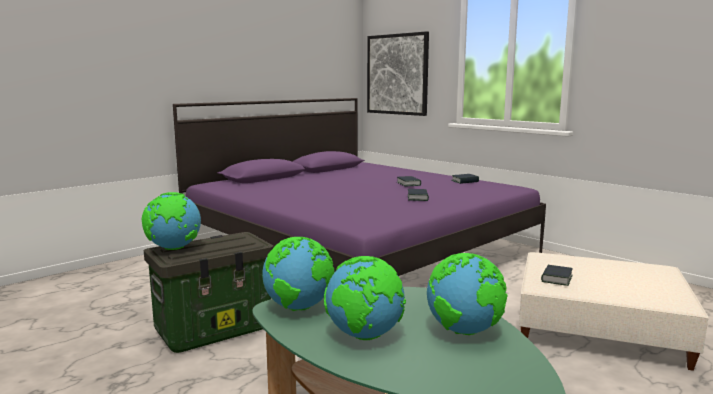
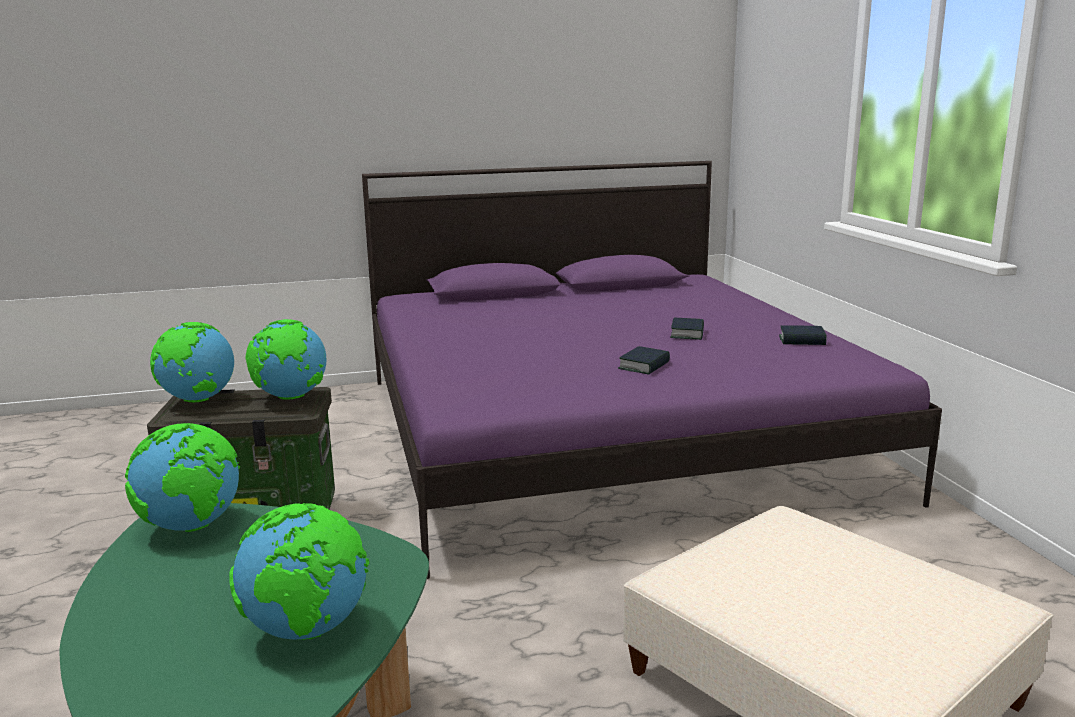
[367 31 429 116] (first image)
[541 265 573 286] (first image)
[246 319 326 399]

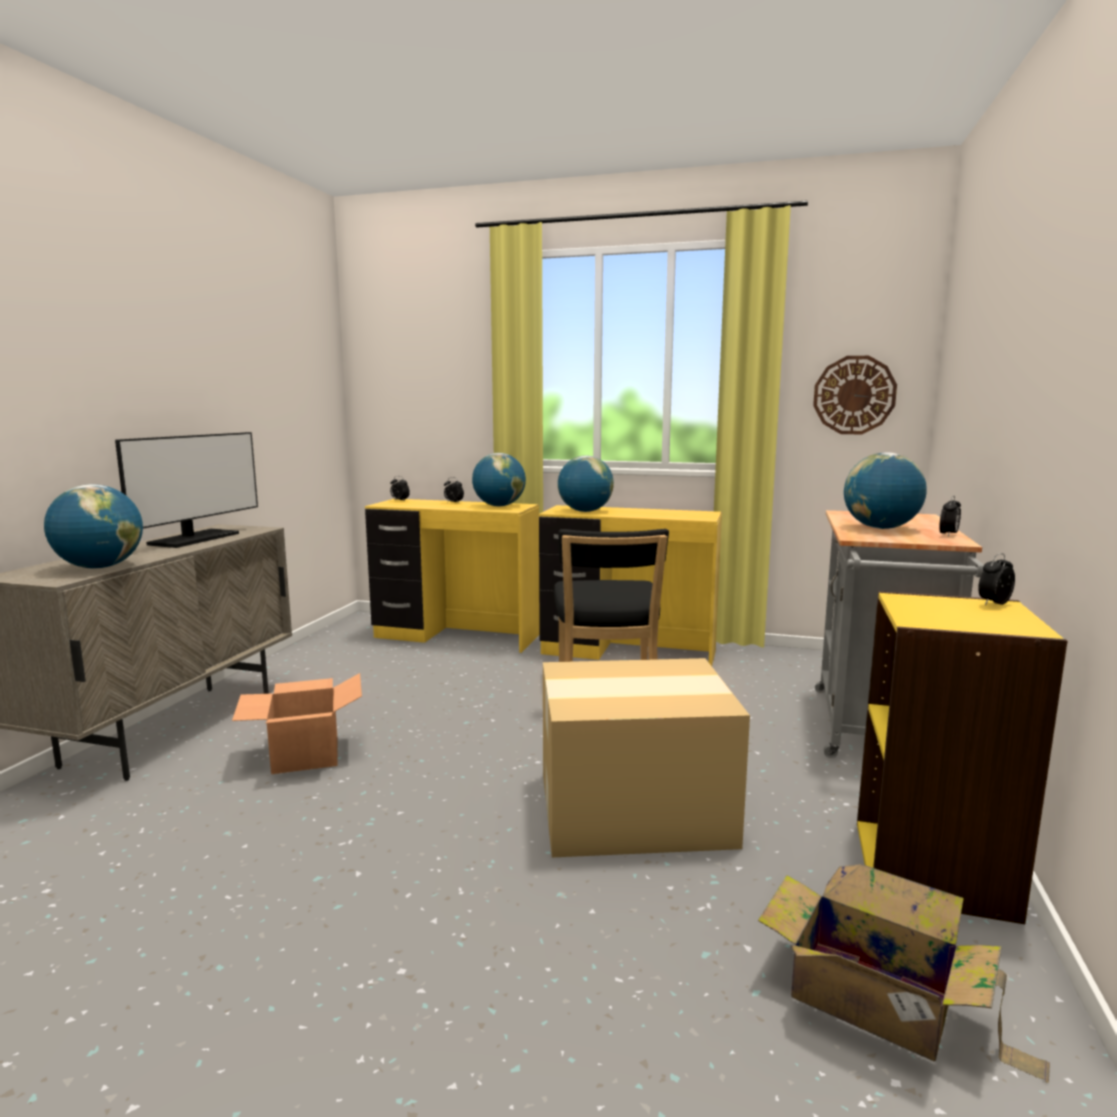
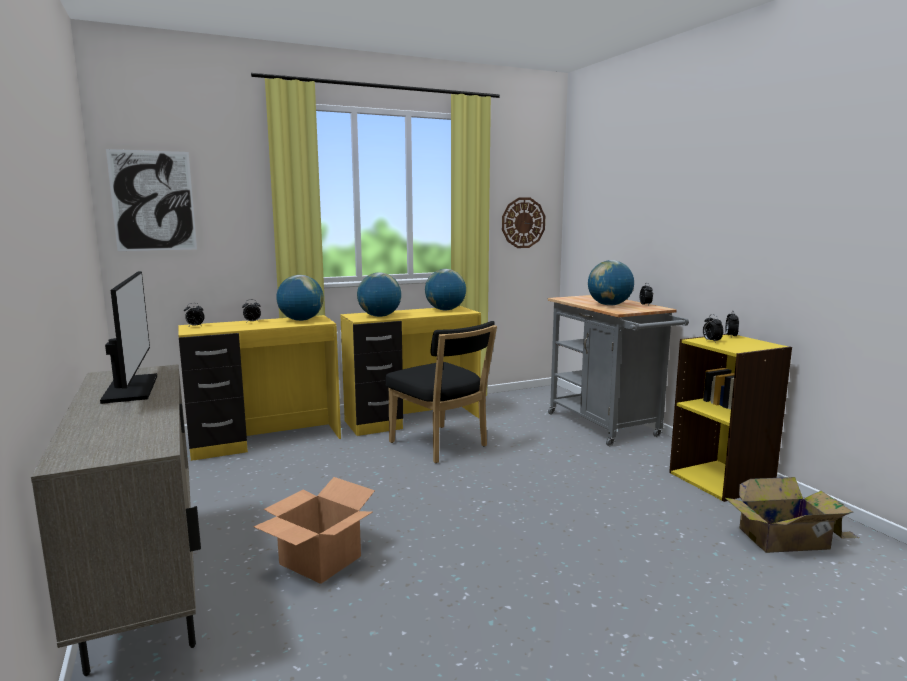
[543 658 750 857] (first image)
[106 149 197 251]
[703 314 723 343]
[425 269 466 310]

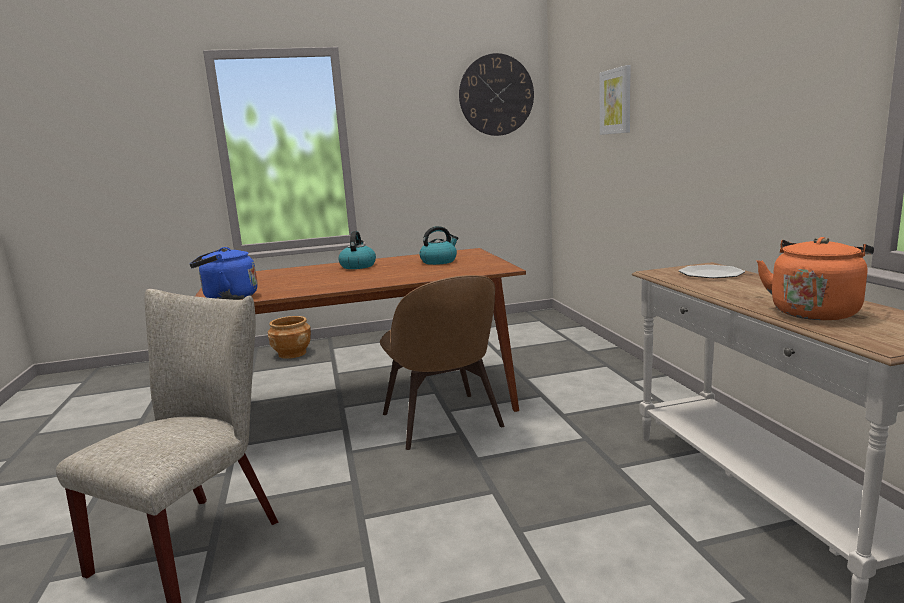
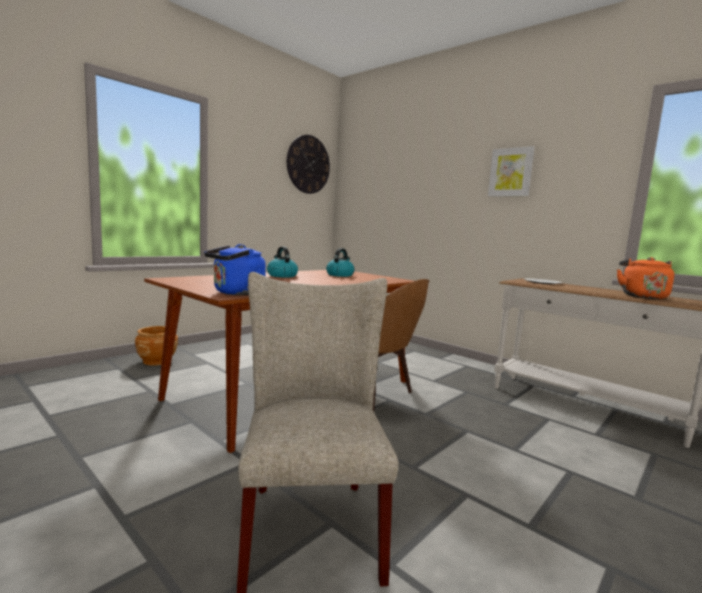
[488 146 535 197]

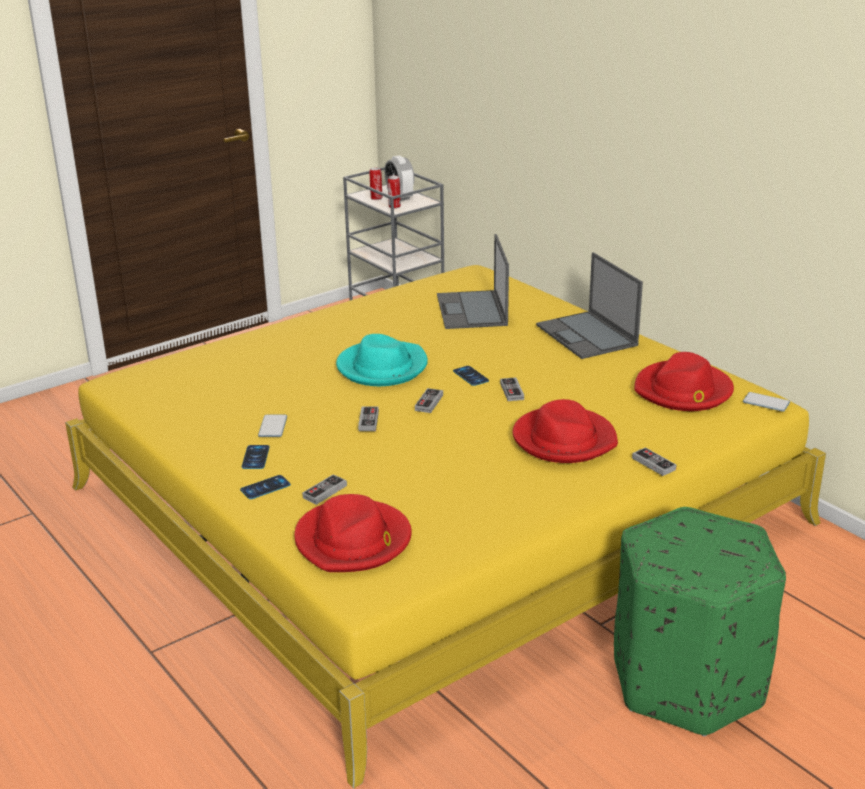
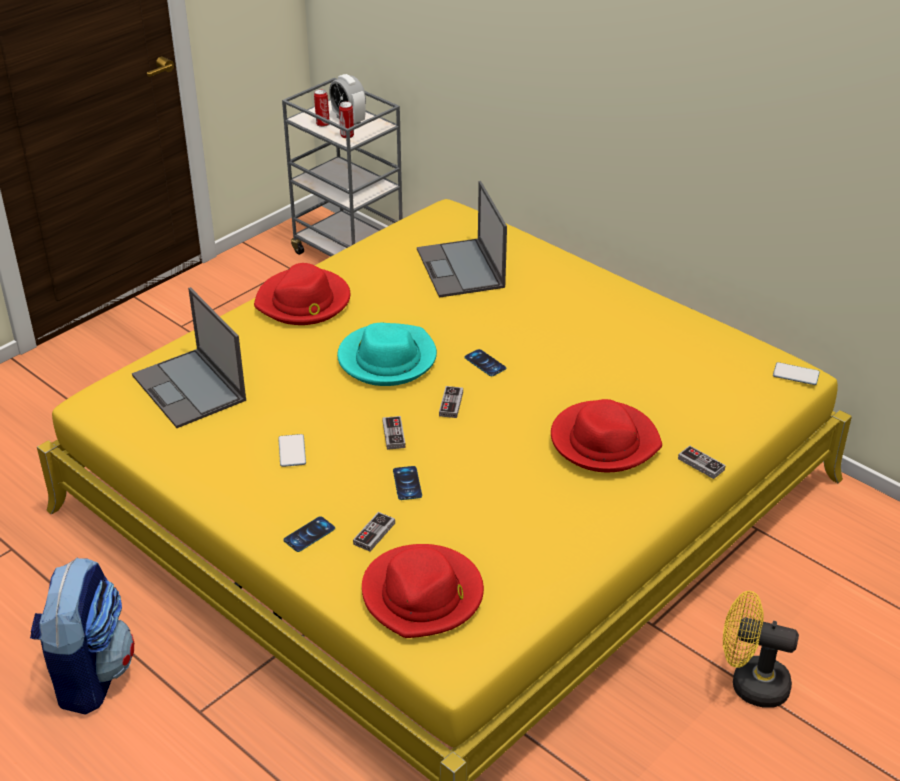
[500 377 524 401] (first image)
[30 557 135 715]
[393 466 422 500]
[132 287 246 428]
[254 263 350 325]
[723 591 799 708]

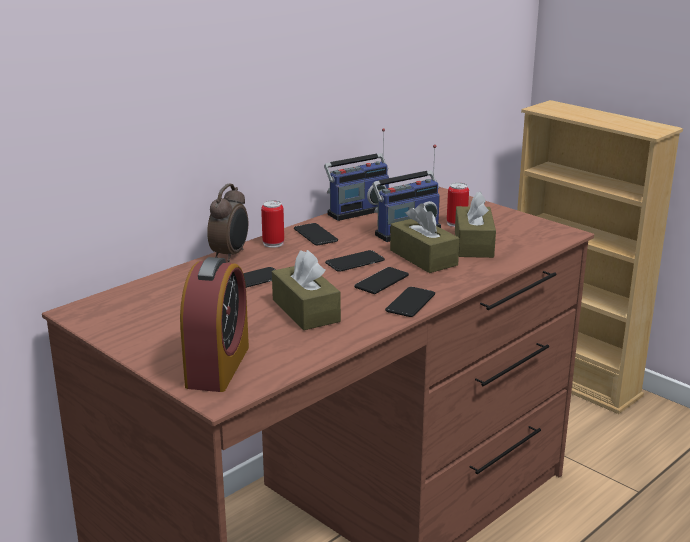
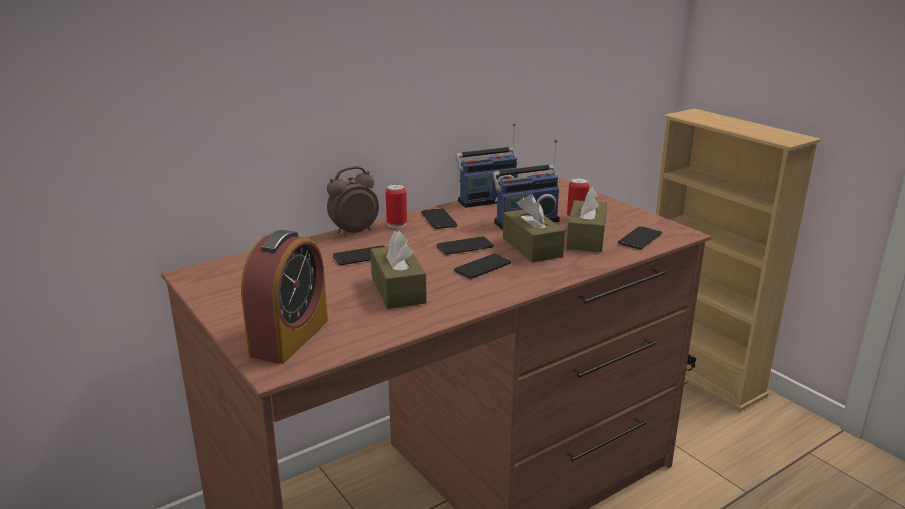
[618 226 662 249]
[327 166 379 236]

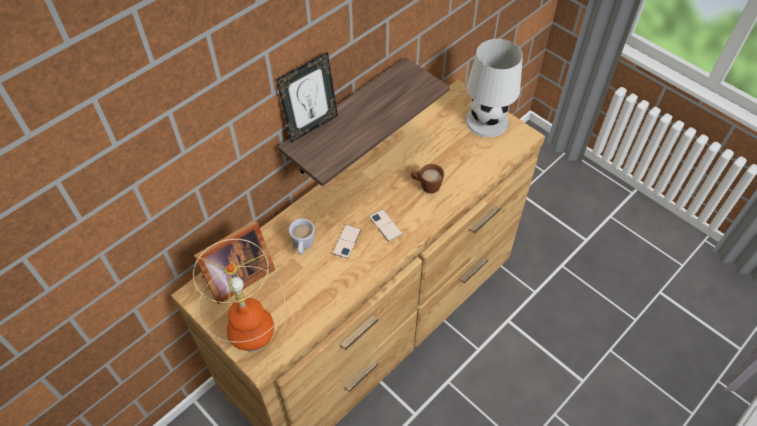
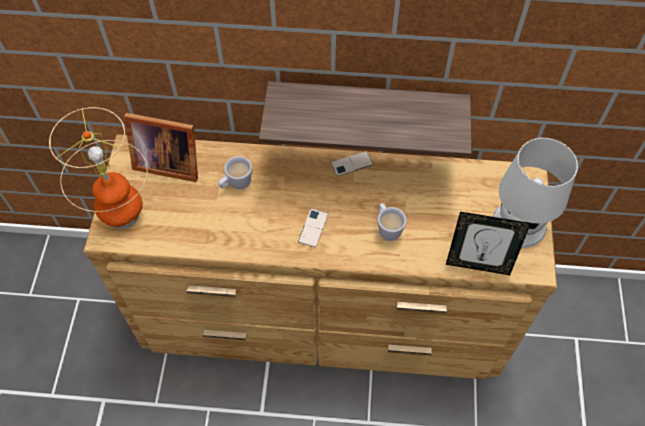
[446 212 531 275]
[331 151 374 177]
[378 203 407 241]

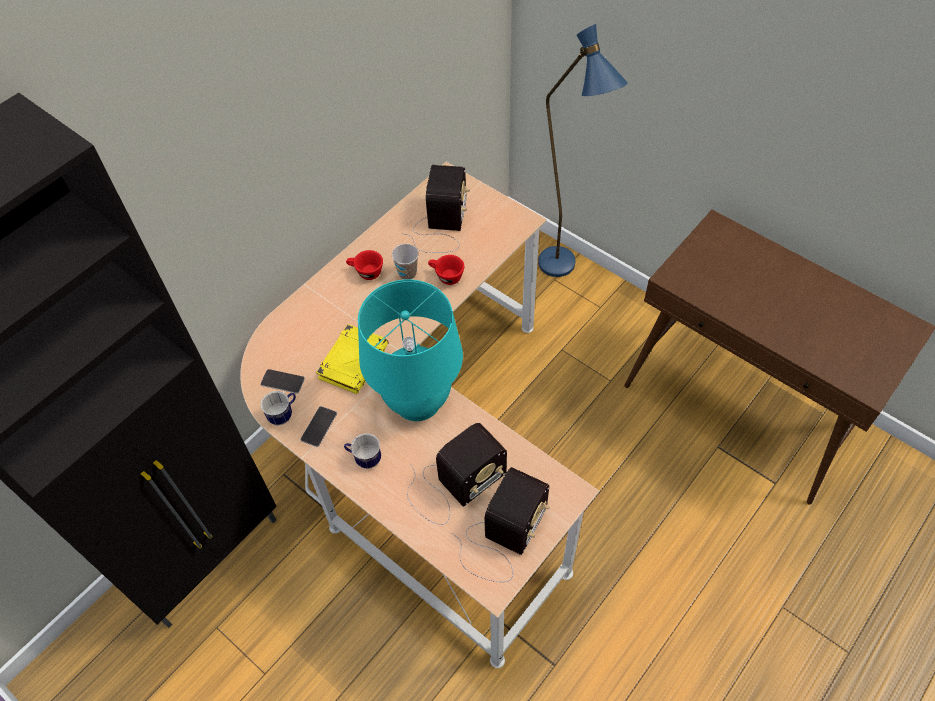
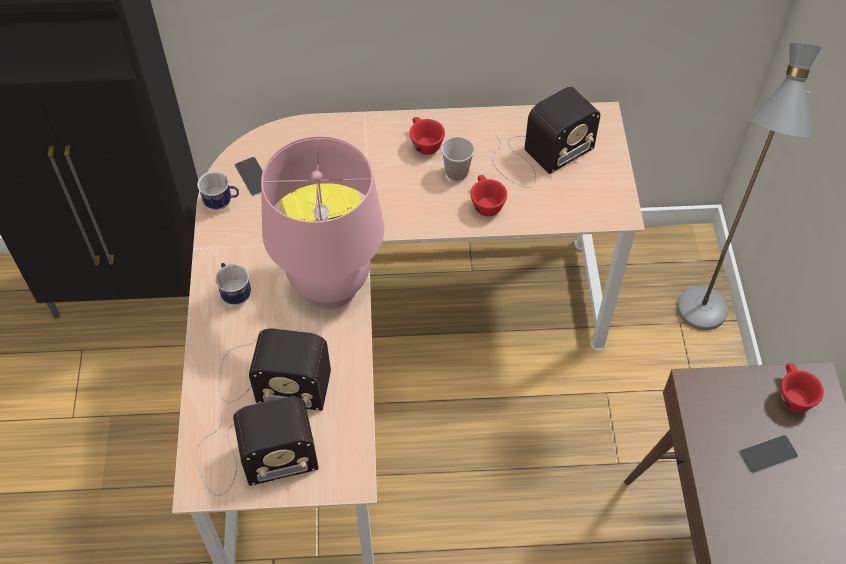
[781 363 824 412]
[739 435 798 474]
[261 136 384 309]
[677 43 821 330]

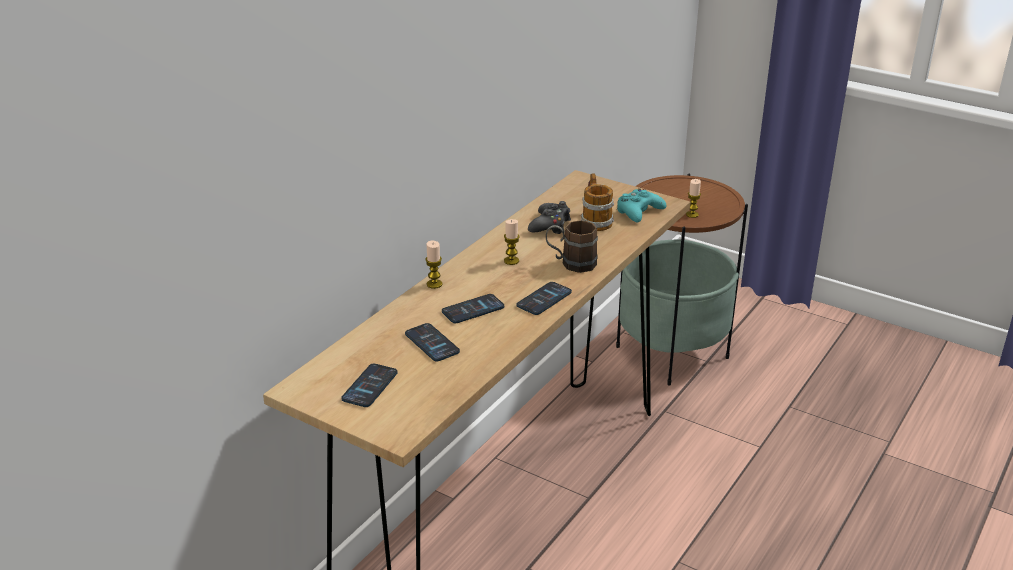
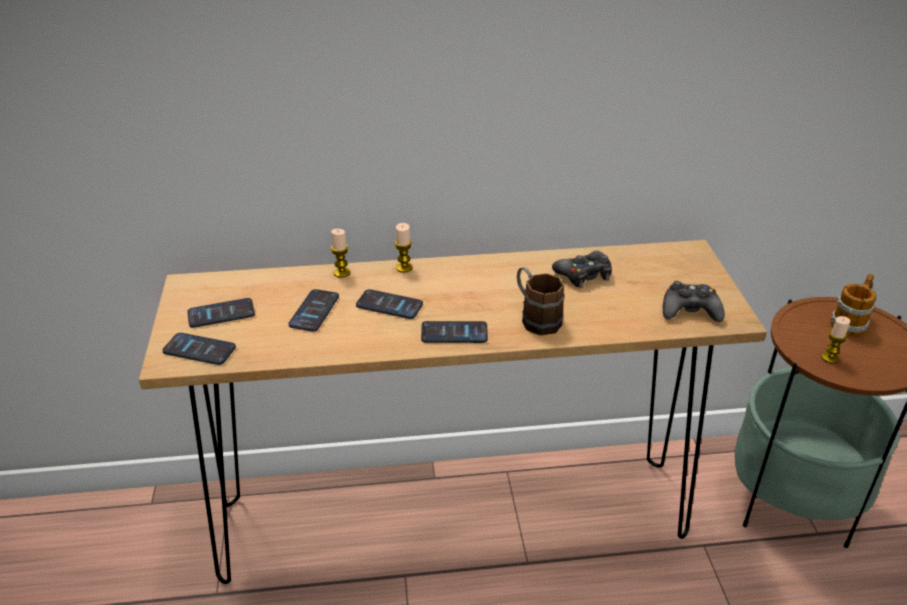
[162 333 236 365]
[331 229 350 278]
[831 274 877 336]
[663 281 725 322]

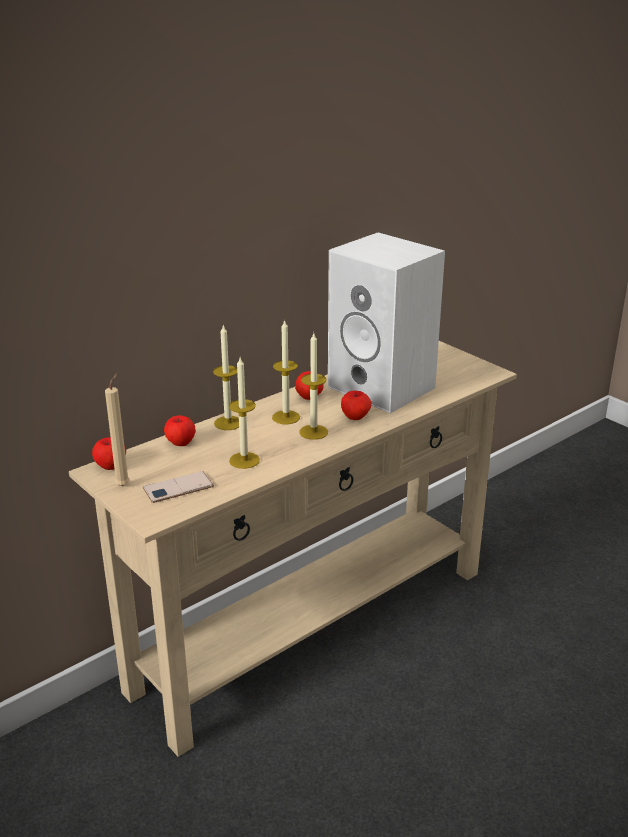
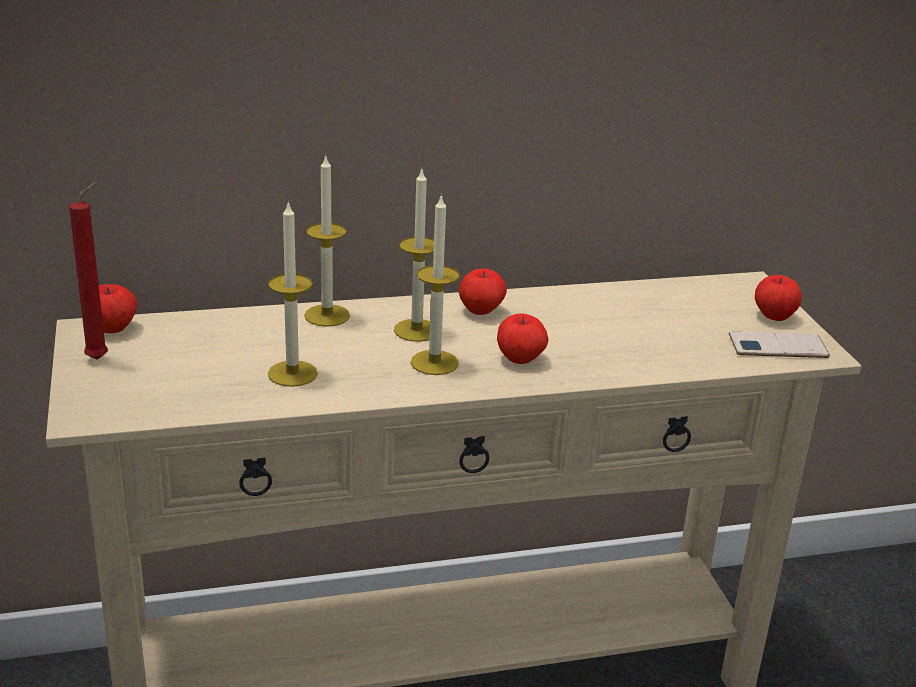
[328 233 445 413] (first image)
[729 332 830 358]
[755 275 802 321]
[69 182 108 360]

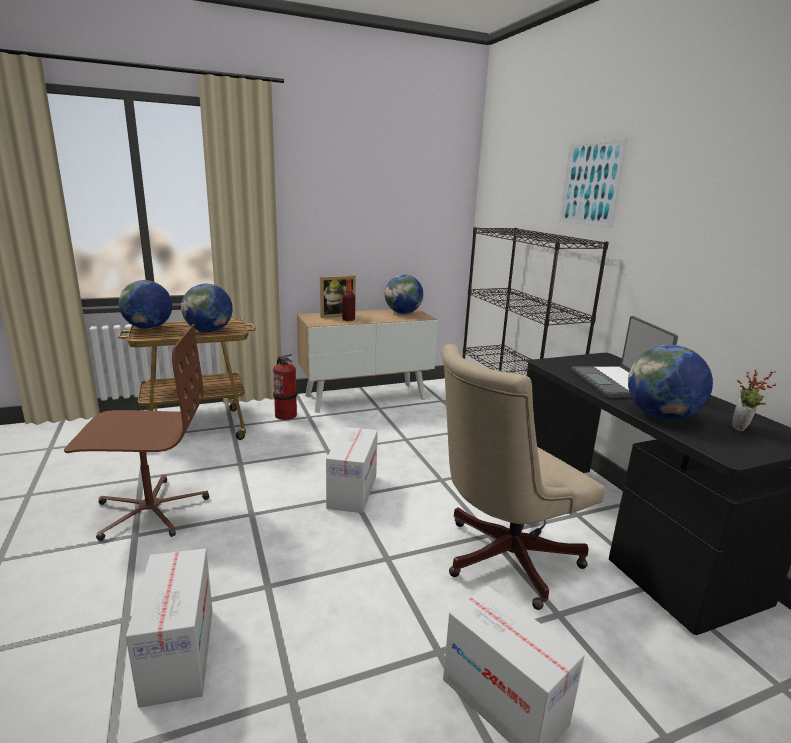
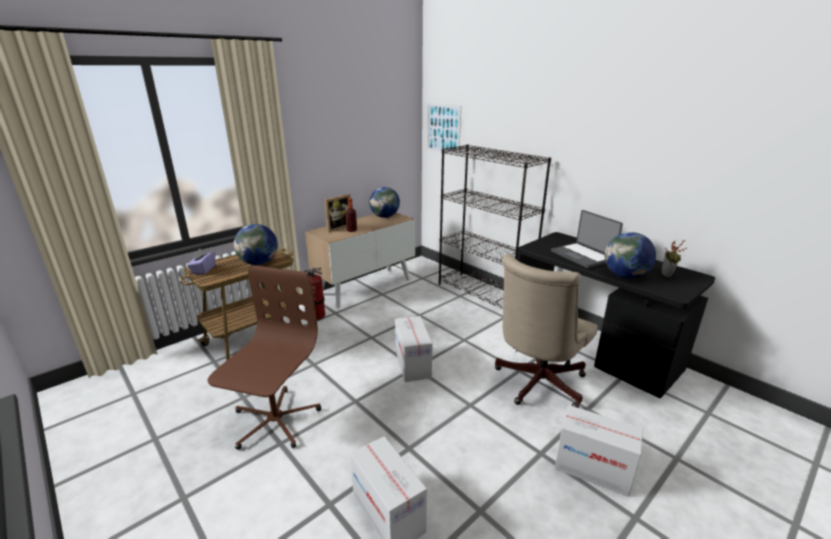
[427 103 461 155]
[187 249 216 274]
[207 265 321 450]

